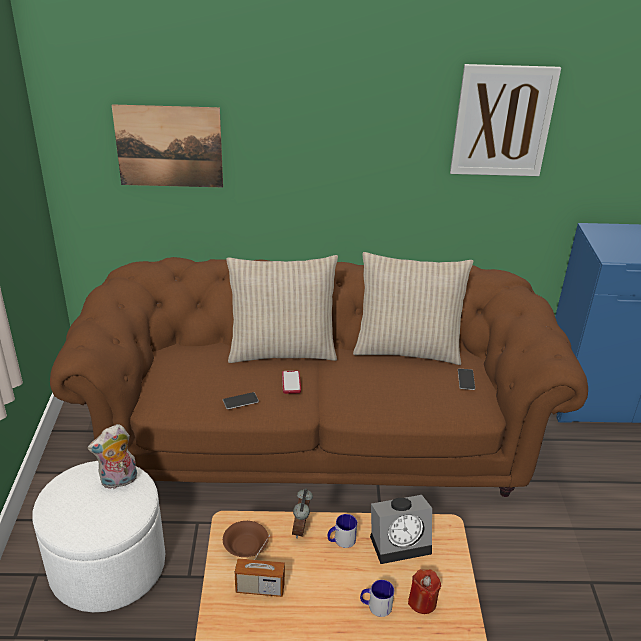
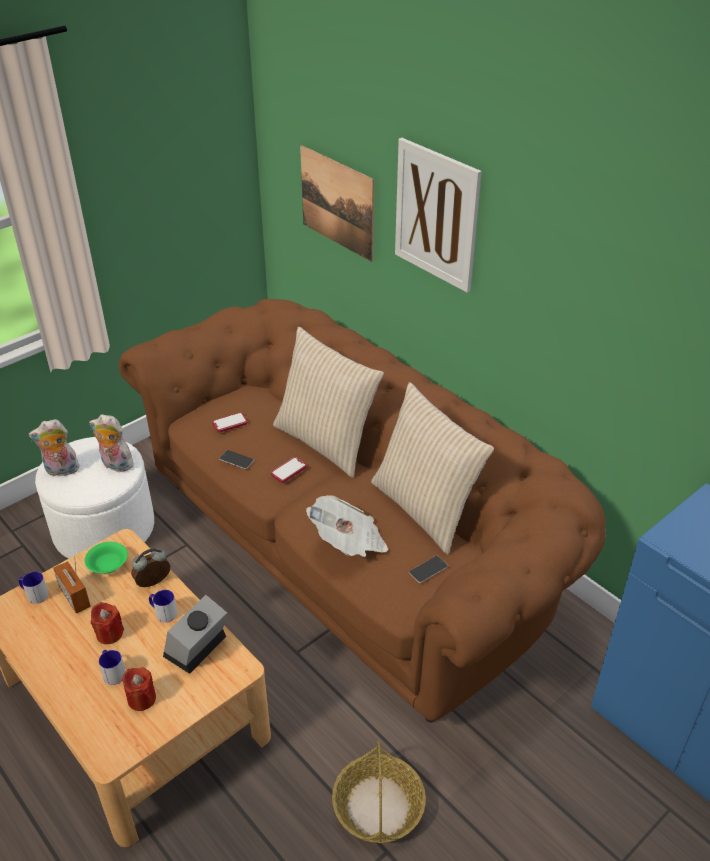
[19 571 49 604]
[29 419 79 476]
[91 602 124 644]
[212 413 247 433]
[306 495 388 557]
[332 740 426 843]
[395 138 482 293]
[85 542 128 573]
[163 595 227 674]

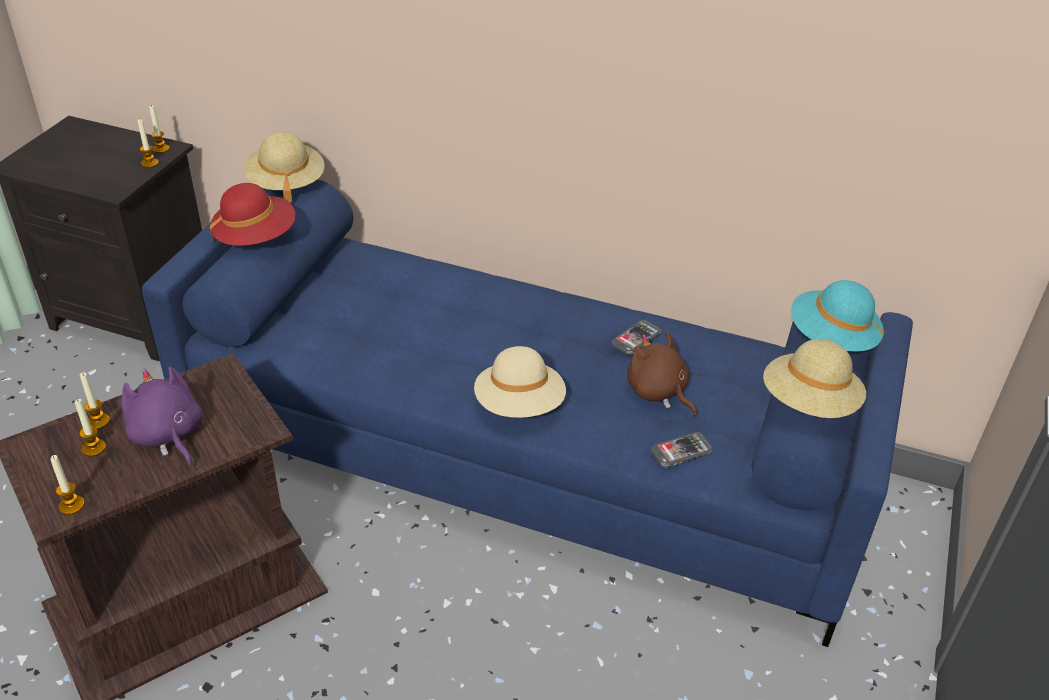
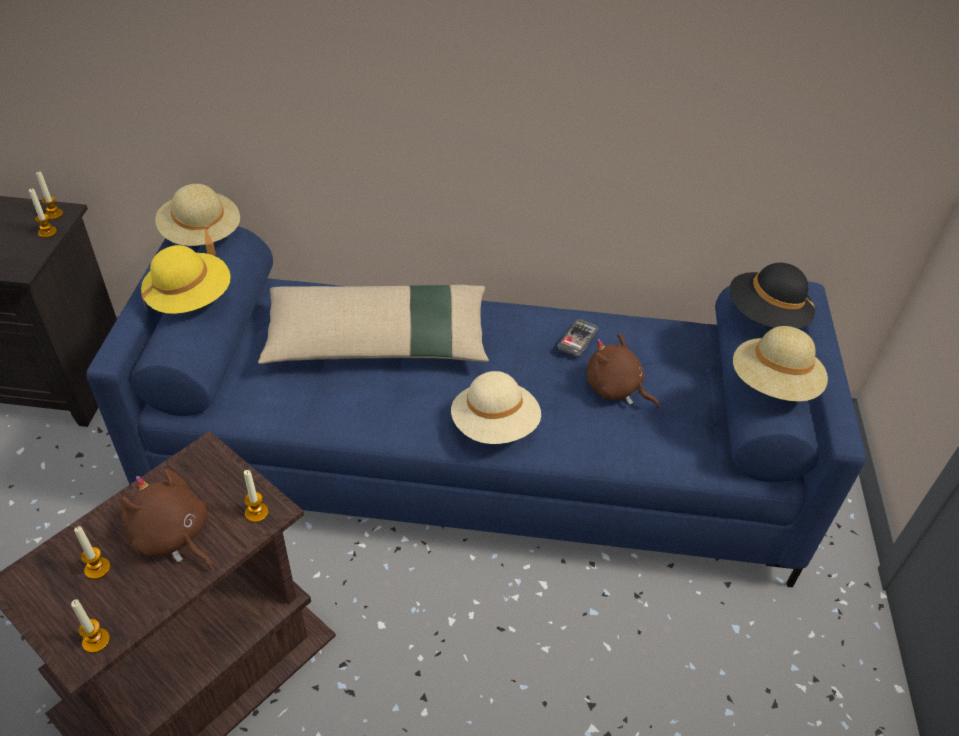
[651 432 713 468] (first image)
[258 285 489 364]
[244 470 269 522]
[121 468 213 569]
[141 245 231 314]
[730 263 815 329]

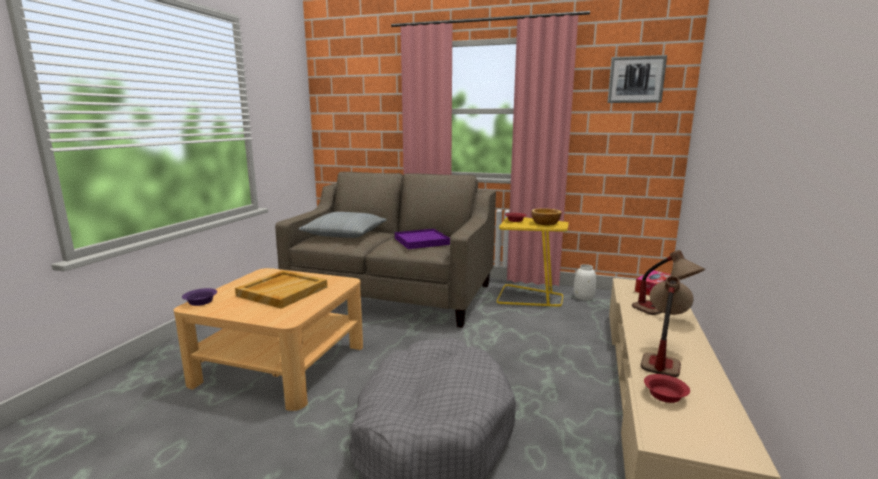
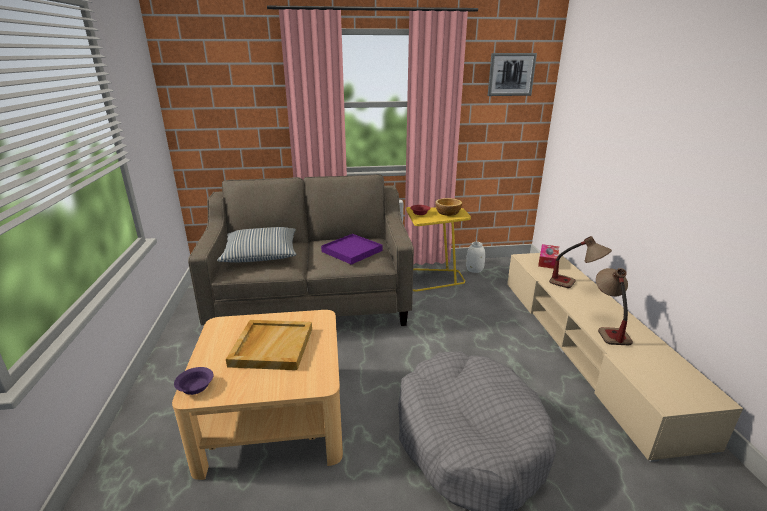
[644 374 690 403] (first image)

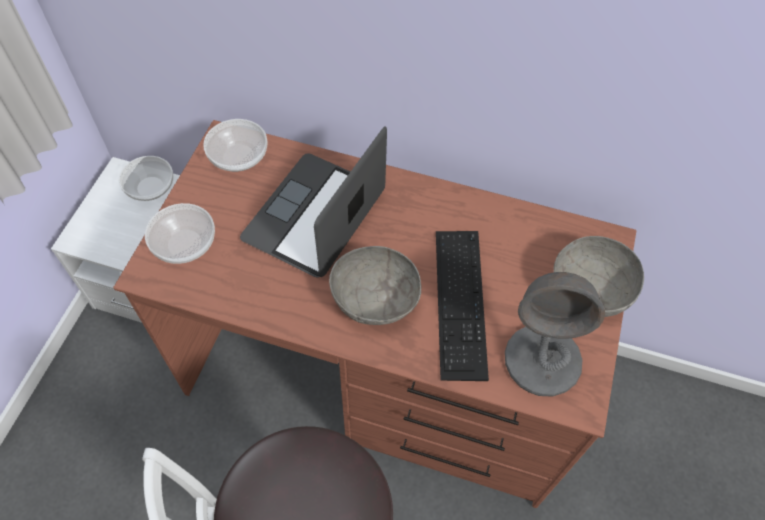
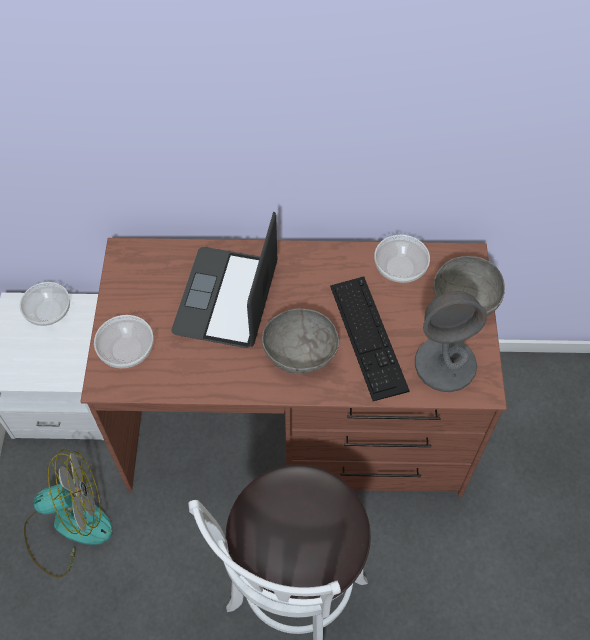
[24 449 113 578]
[374 235 430 283]

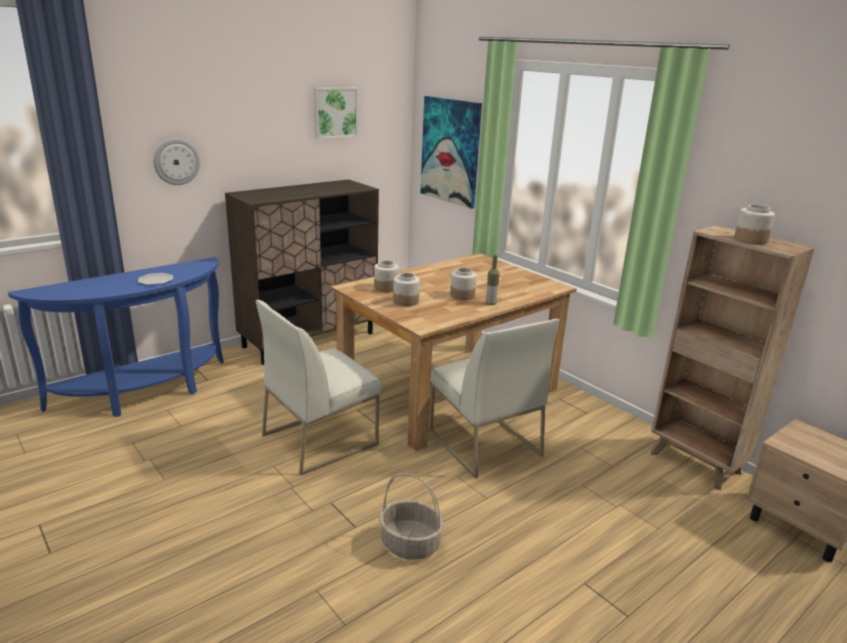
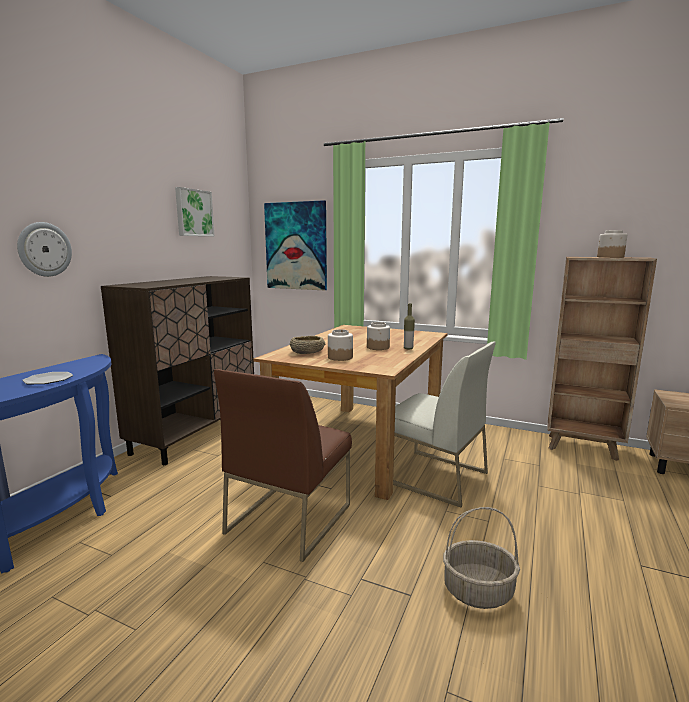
[290 336 325 354]
[214 369 352 562]

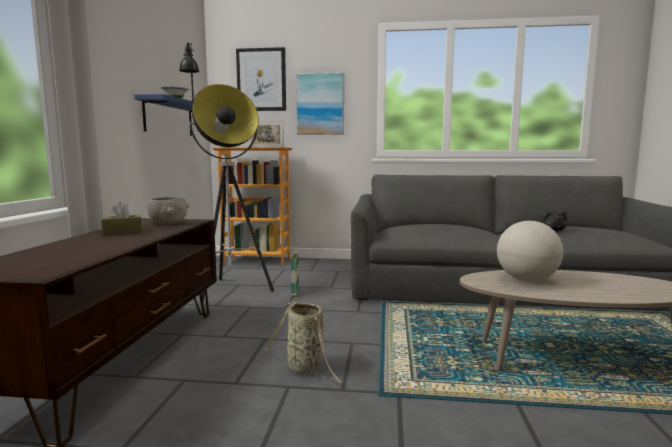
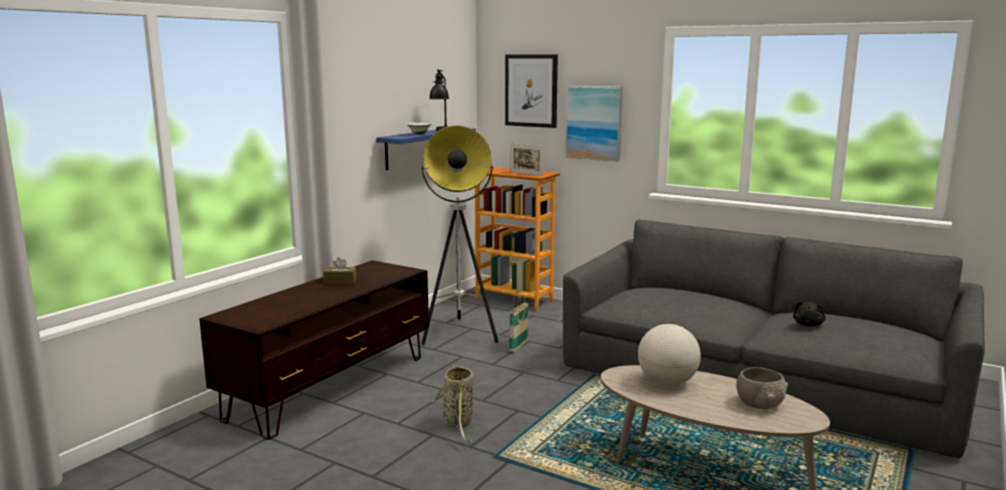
[736 367 788 409]

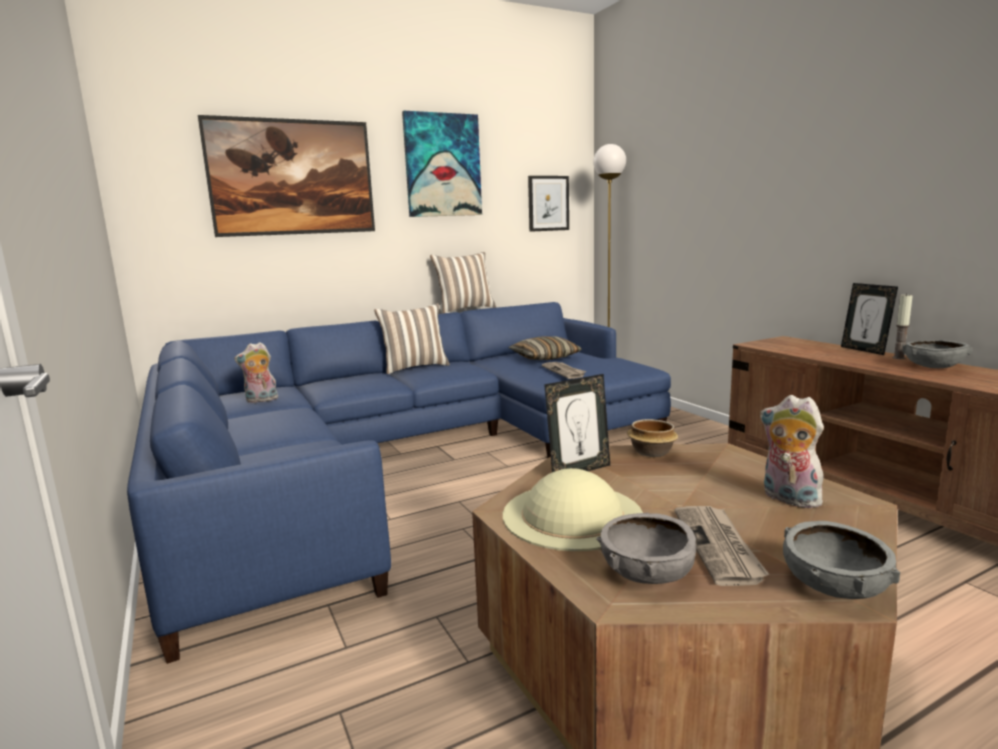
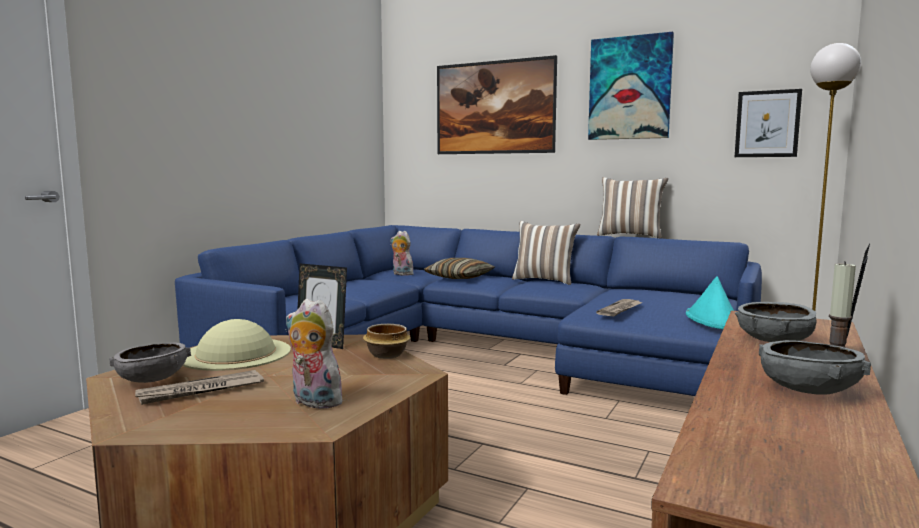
[686 276 734 329]
[424 258 495 279]
[735 302 816 342]
[286 299 345 409]

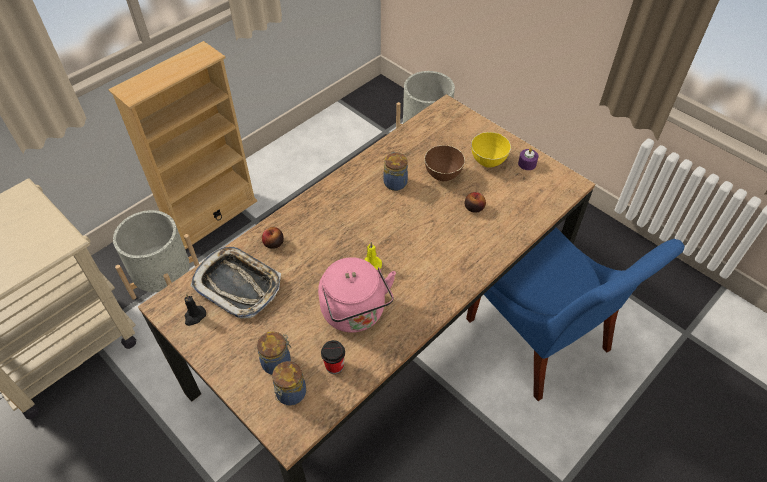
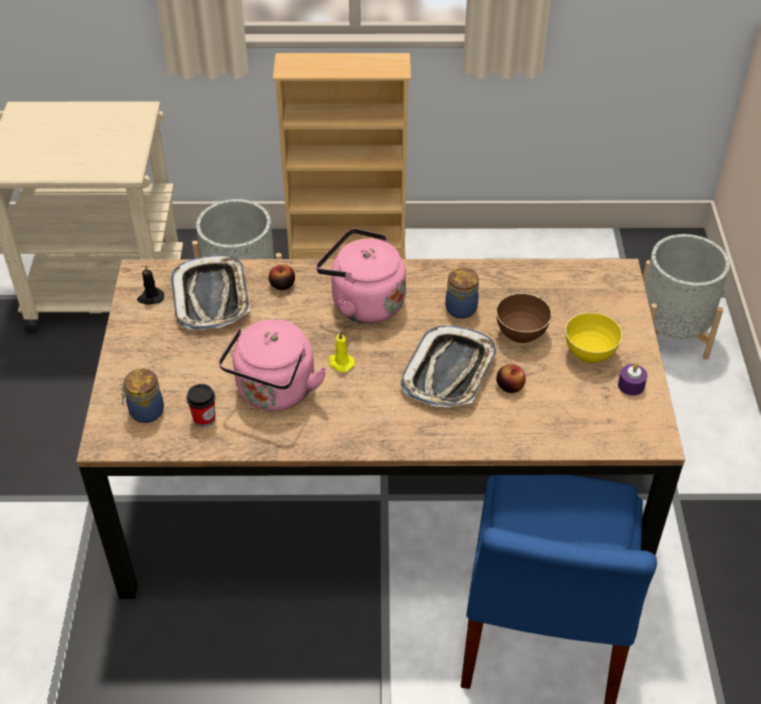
[257 332 292 375] (first image)
[316 228 406 324]
[401 326 497 407]

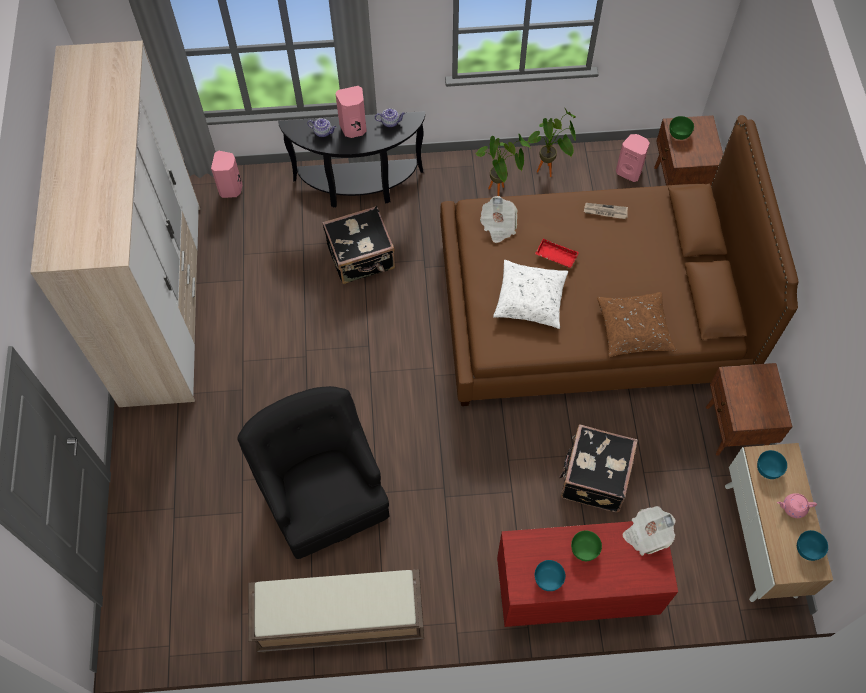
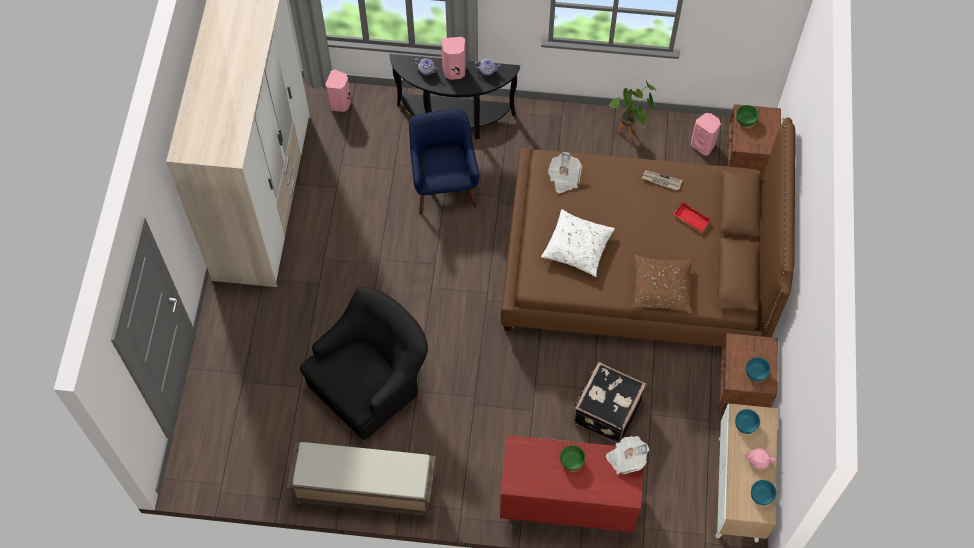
[475 134 531 196] (first image)
[673 202 711 232]
[746 357 770 381]
[409 109 479 214]
[300 287 428 440]

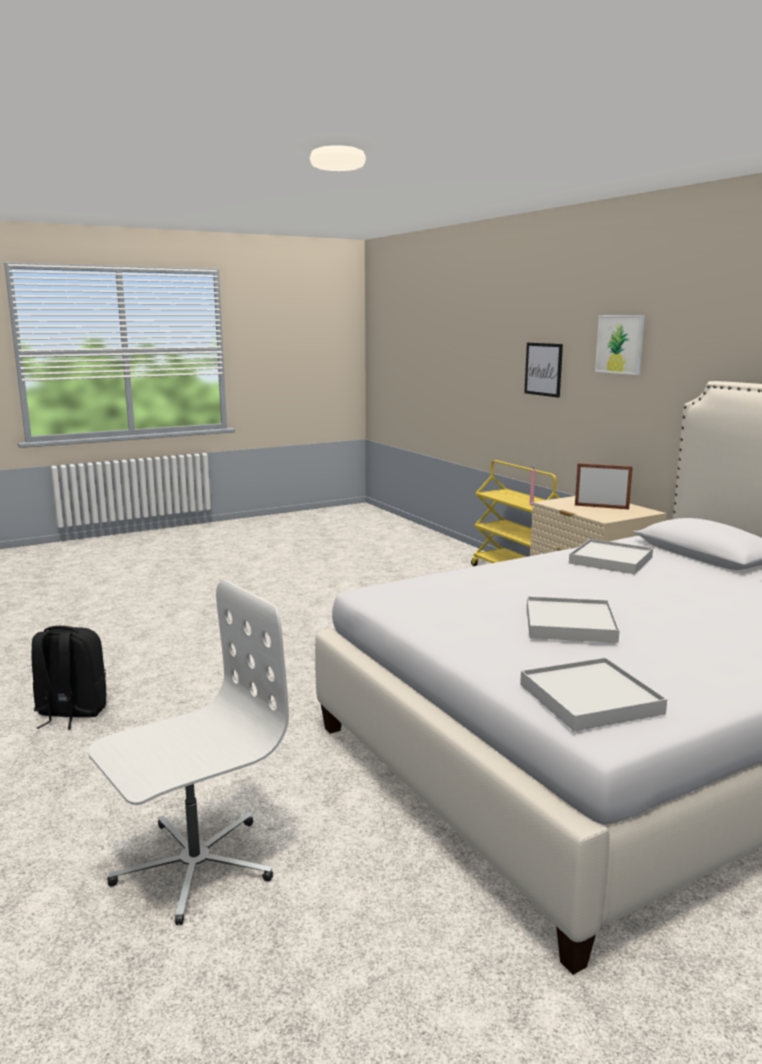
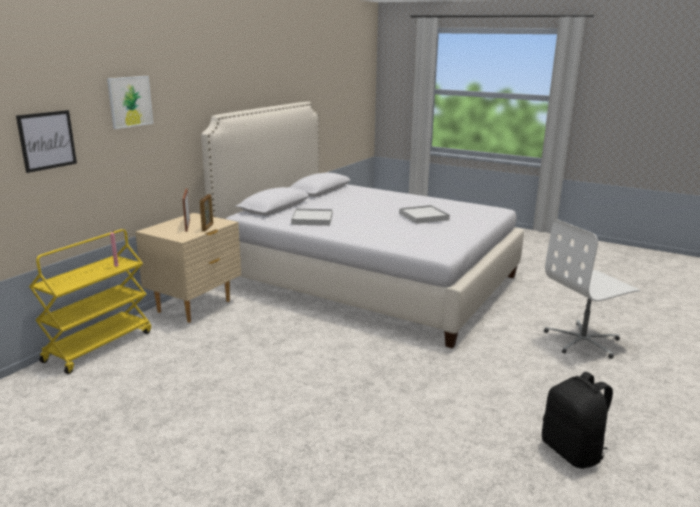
[520 657 667 731] (first image)
[200 194 213 232]
[544 219 640 359]

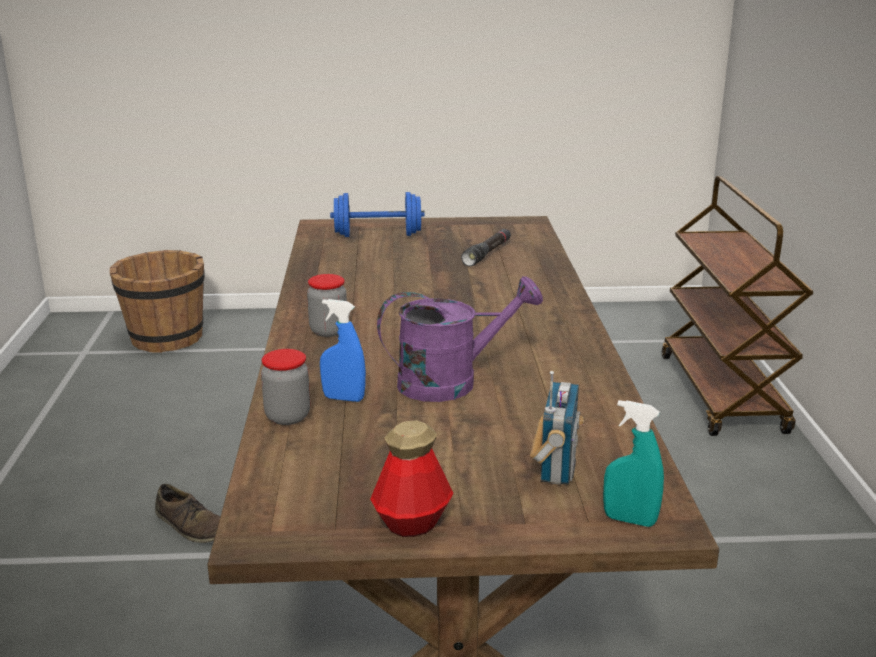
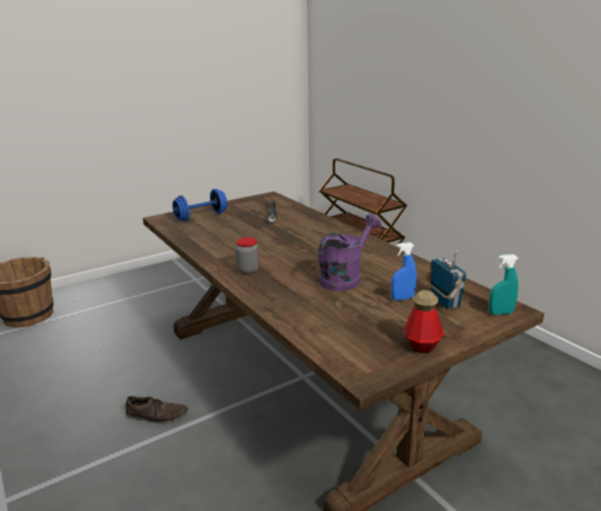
[261 349 310 425] (first image)
[391 242 417 300]

